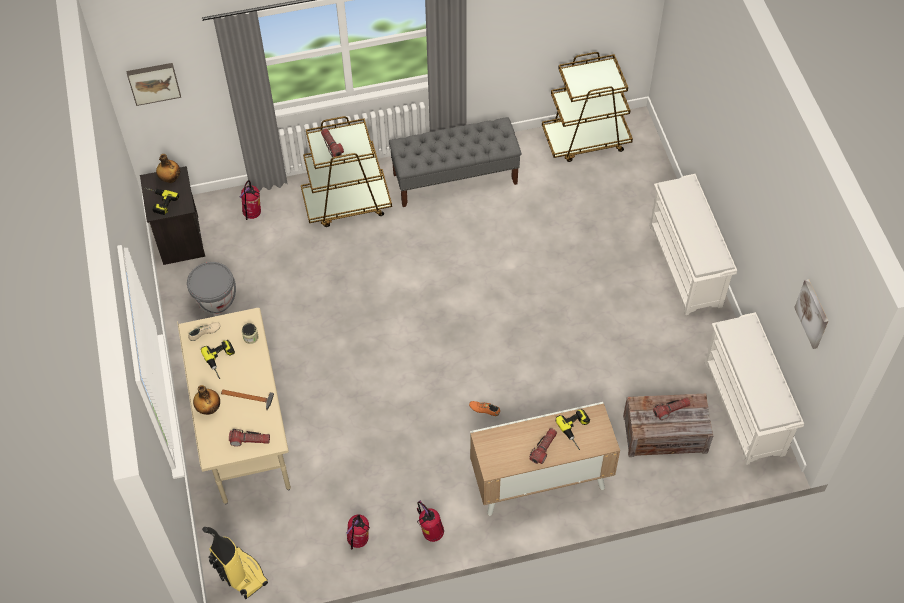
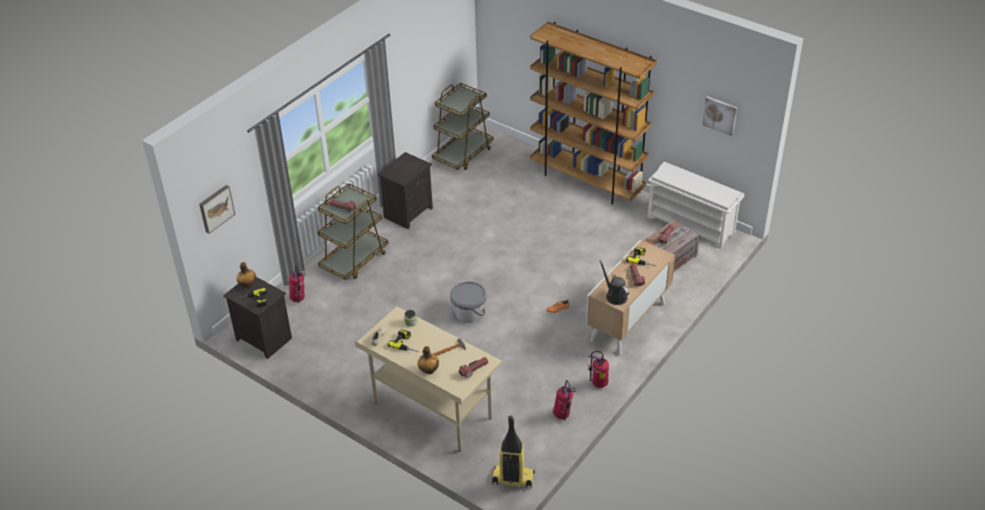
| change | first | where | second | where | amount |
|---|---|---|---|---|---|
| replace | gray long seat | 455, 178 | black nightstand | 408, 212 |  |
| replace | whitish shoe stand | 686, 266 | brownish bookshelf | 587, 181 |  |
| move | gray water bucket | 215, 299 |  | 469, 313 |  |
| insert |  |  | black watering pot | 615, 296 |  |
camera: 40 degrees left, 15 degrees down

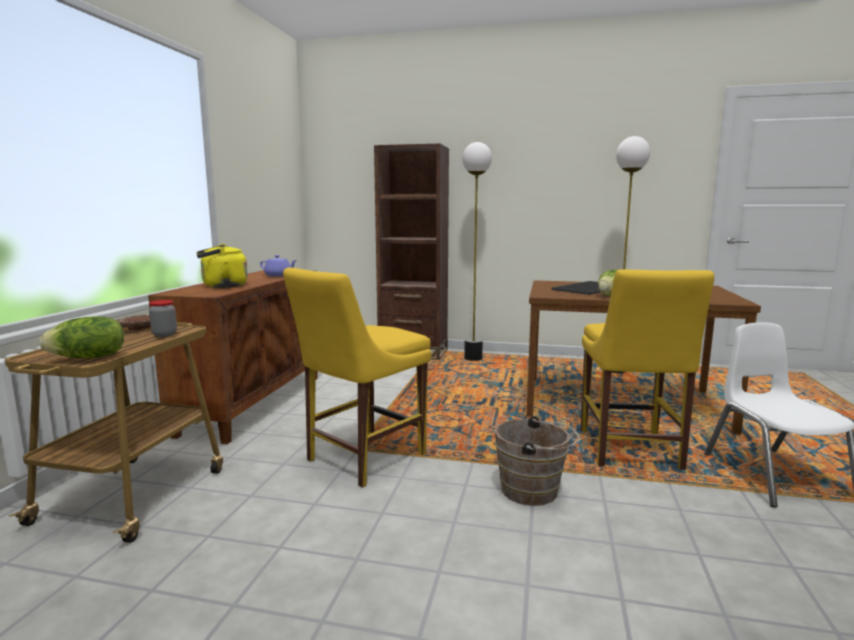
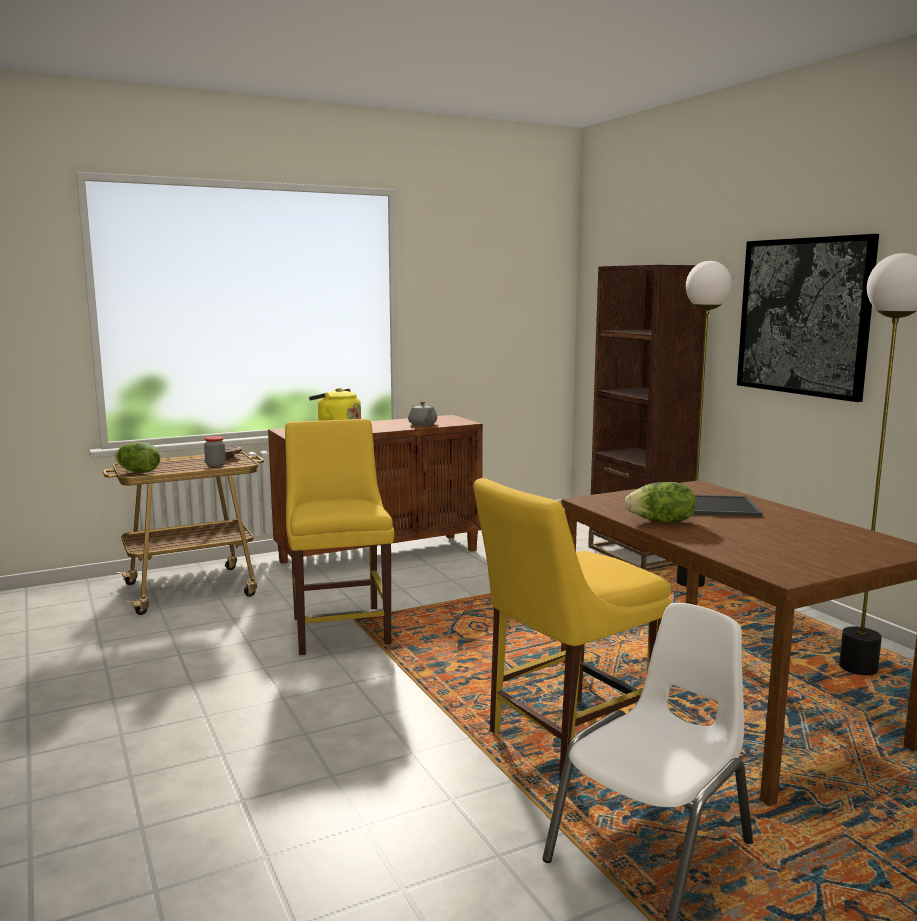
| change | first | where | second | where | amount |
|---|---|---|---|---|---|
| recolor | purple-coloured tea pot | 278, 275 | gray tea pot | 423, 424 |  |
| rotate | yellow-coloured upright chair | 361, 459 |  | 340, 628 | 75 degrees clockwise |
| delete | brownish water bucket | 534, 492 |  |  |  |
| insert |  |  | picture | 803, 316 |  |
camera: 50 degrees right, 0 degrees up

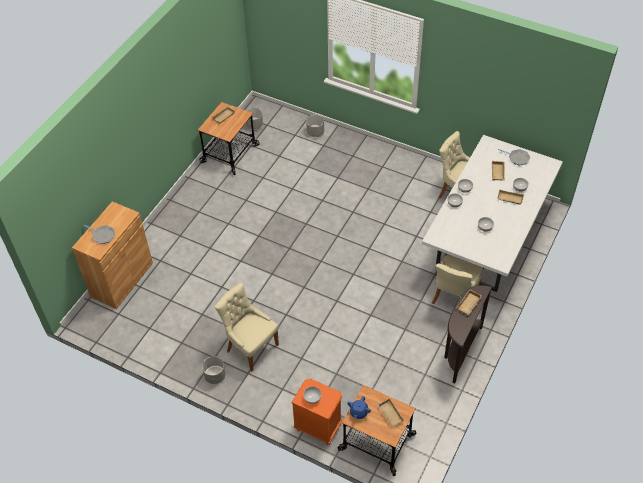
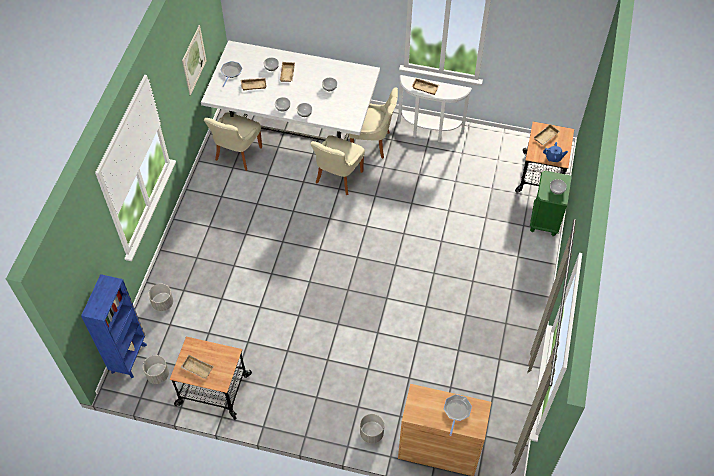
| change | first | where | second | where | amount |
|---|---|---|---|---|---|
| move | beige-coloured upright chair | 250, 347 |  | 338, 178 |  |
| recolor | brownish console table | 459, 351 | whitish console table | 429, 132 |  |
| move | gray planter | 215, 376 |  | 371, 433 |  |
| recolor | orange nightstand | 318, 427 | green-coloured nightstand | 545, 220 |  |
| insert |  |  | picture | 194, 60 |  |
| insert |  |  | blue-coloured bookshelf | 129, 357 |  |
camera: 105 degrees left, 5 degrees up

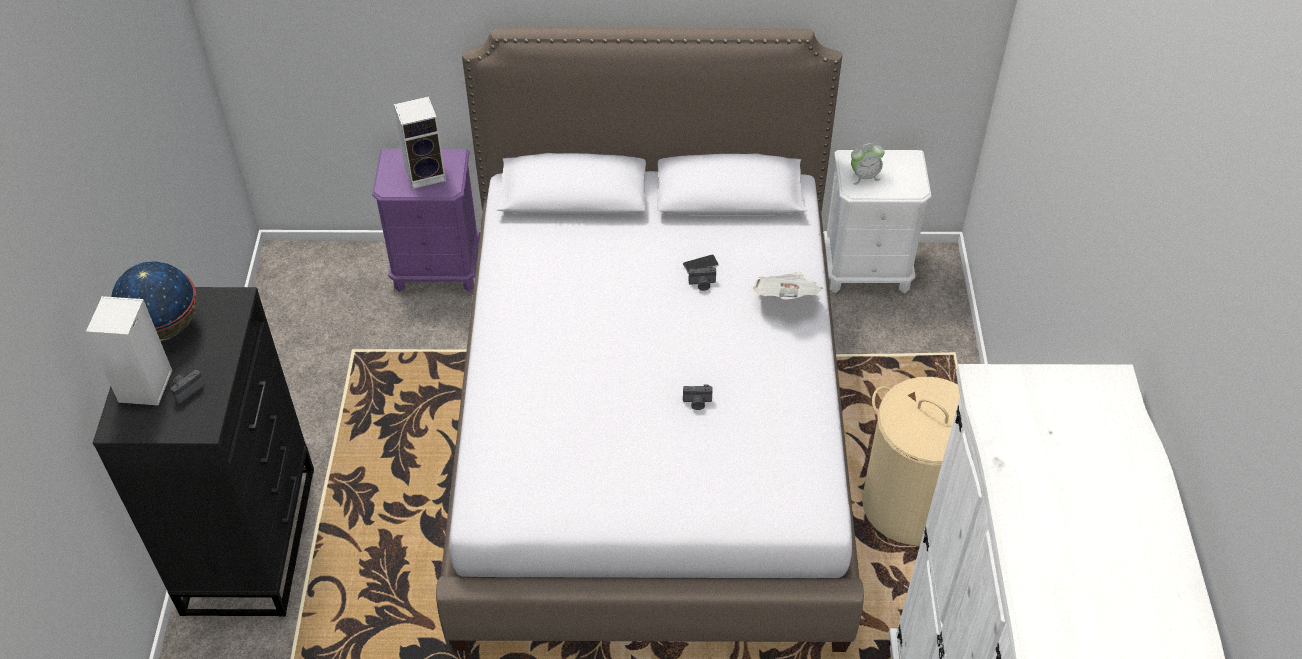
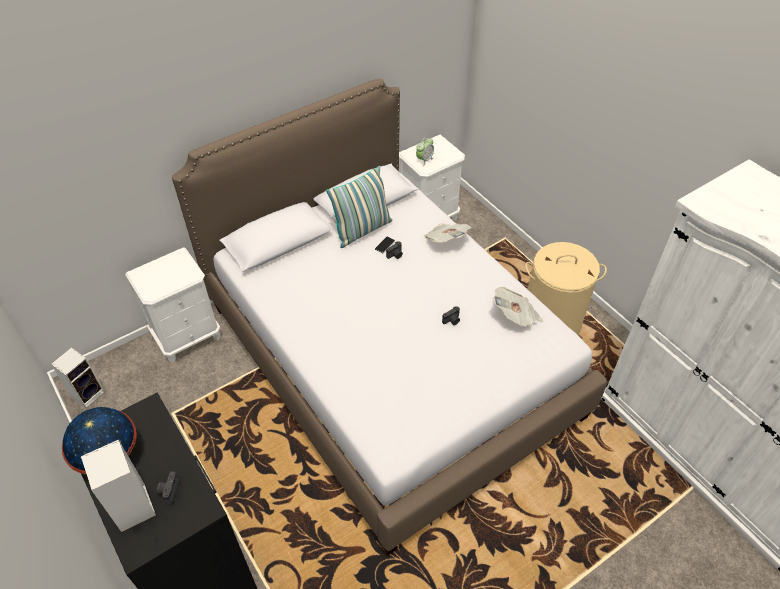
| change | first | where | second | where | amount |
|---|---|---|---|---|---|
| move | audio speaker | 427, 173 |  | 88, 393 |  |
| recolor | purple-coloured nightstand | 437, 269 | whitish nightstand | 187, 336 |  |
| insert |  |  | pillow | 362, 230 |  |
| insert |  |  | daily paper | 515, 316 |  |
camera: 35 degrees left, 0 degrees up

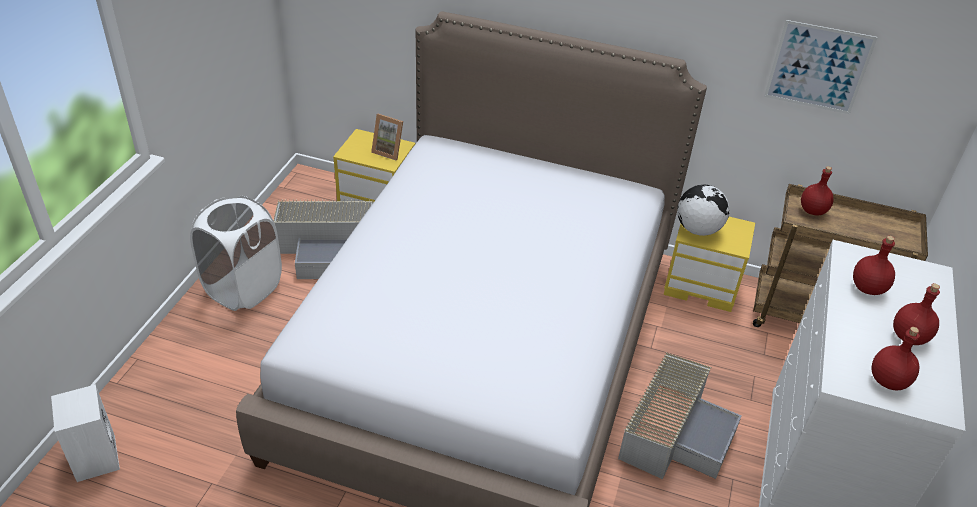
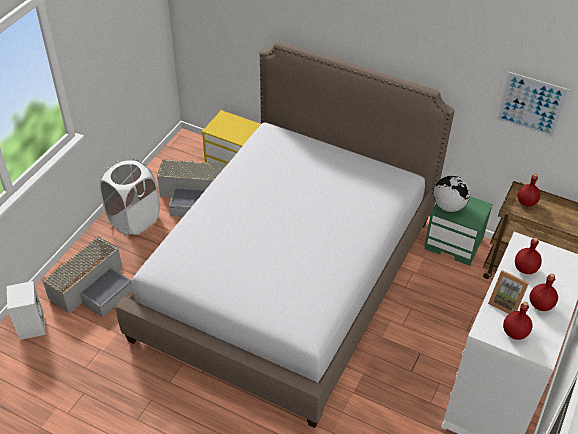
| change | first | where | second | where | amount |
|---|---|---|---|---|---|
| move | picture frame | 389, 151 |  | 505, 302 |  |
| recolor | yellow-coloured nightstand | 702, 285 | green-coloured nightstand | 454, 244 |  |
| move | gray storage bin | 675, 432 |  | 93, 287 |  |
camera: 10 degrees right, 5 degrees up

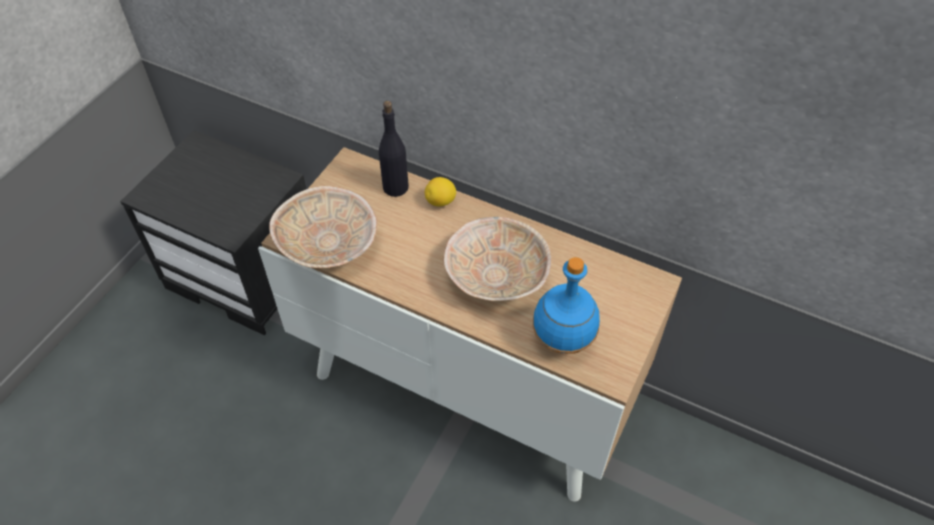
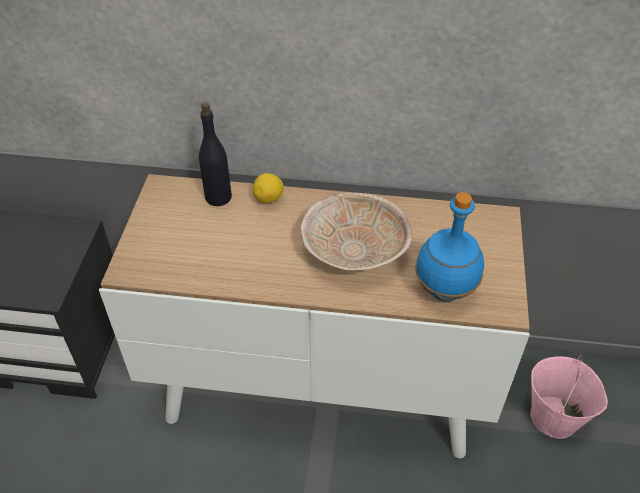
| change | first | where | second | where | amount |
|---|---|---|---|---|---|
| delete | beige-coloured serving bowl | 328, 244 |  |  |  |
| insert |  |  | pink water bucket | 554, 417 |  |
camera: 20 degrees left, 5 degrees down

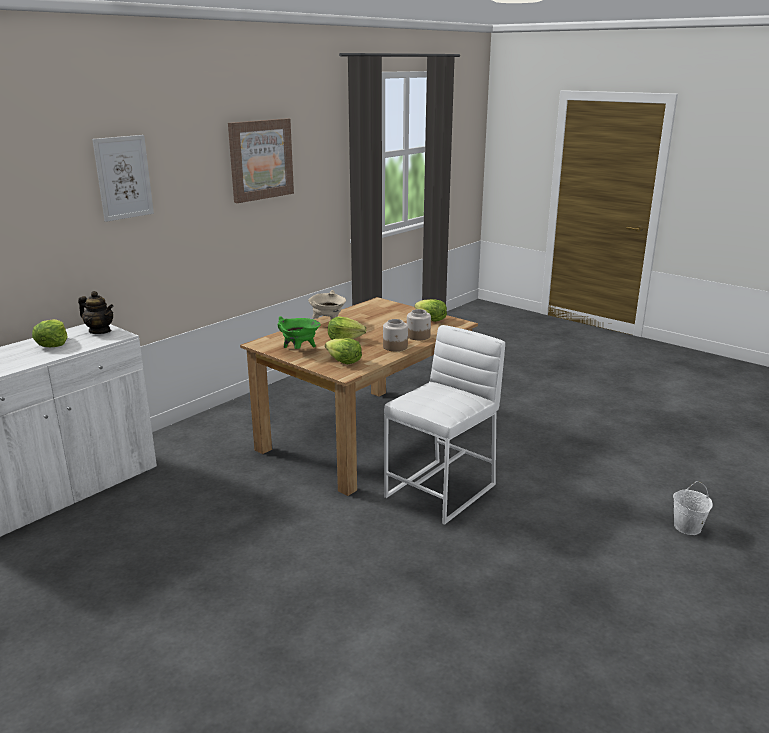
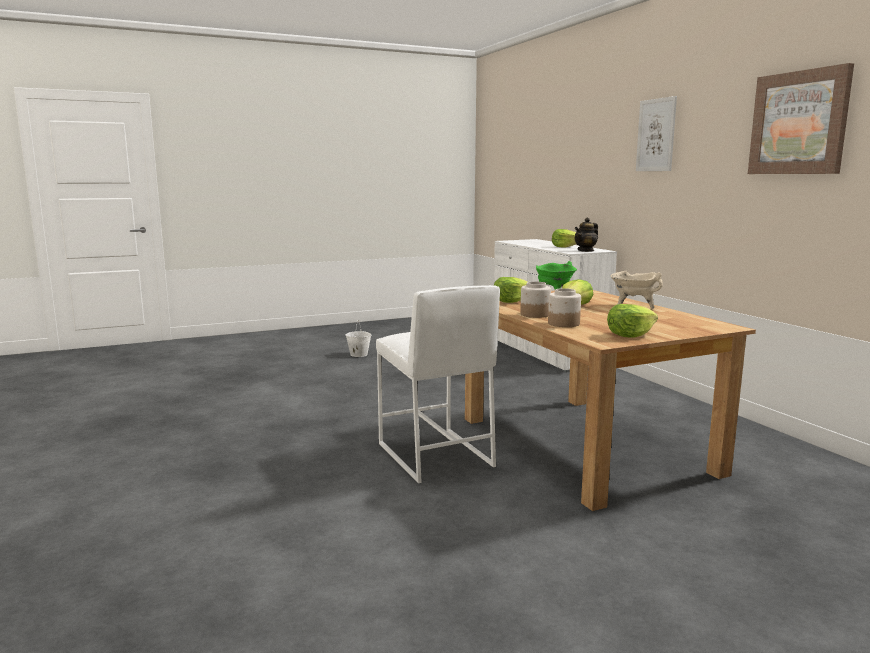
| change | first | where | second | where | amount |
|---|---|---|---|---|---|
| move | whitish water bucket | 687, 527 |  | 358, 354 |  |
camera: 115 degrees right, 10 degrees down

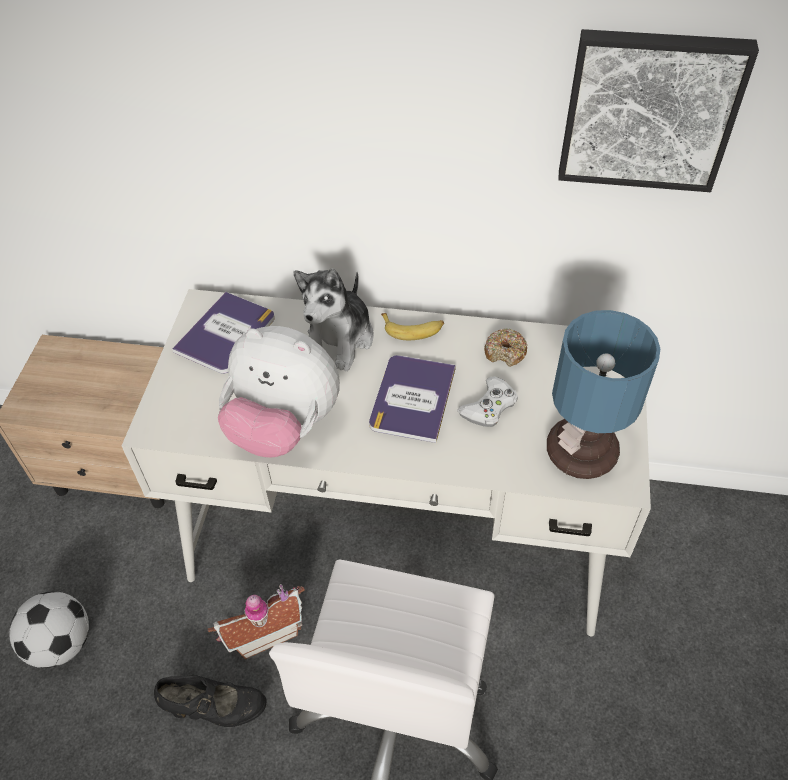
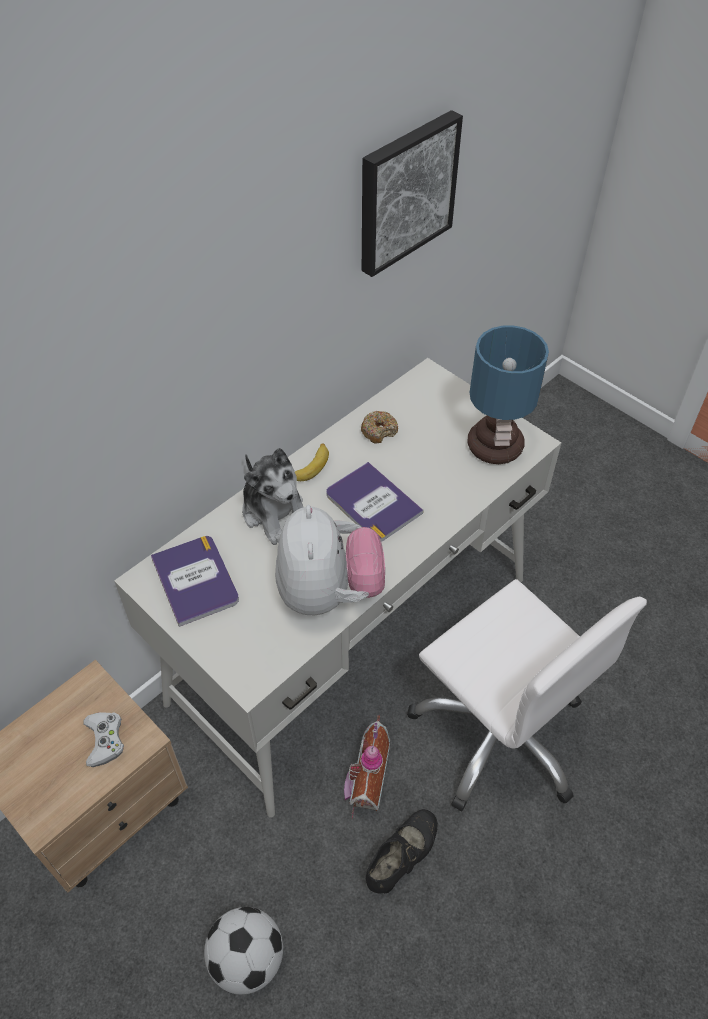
| change | first | where | second | where | amount |
|---|---|---|---|---|---|
| rotate | cuddly toy | 284, 426 |  | 328, 592 | 60 degrees counterclockwise |
| move | whitish game controller | 489, 407 |  | 105, 740 |  |
camera: 55 degrees left, 0 degrees up

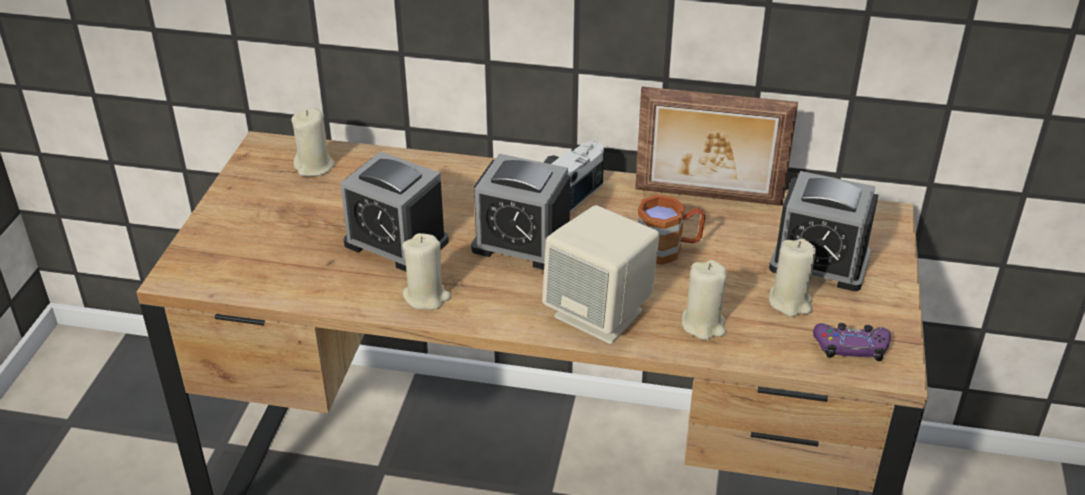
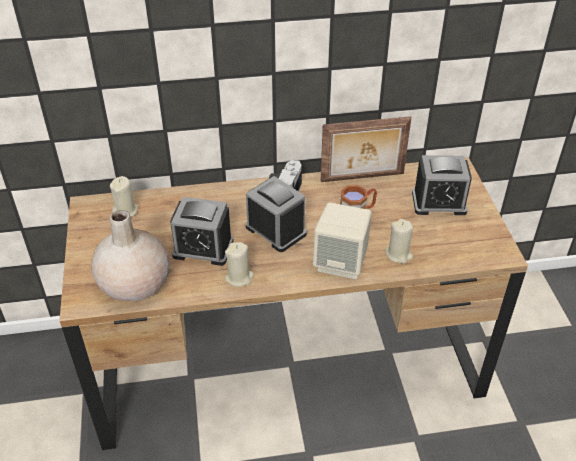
| change | first | where | second | where | amount |
|---|---|---|---|---|---|
| rotate | table clock | 522, 243 |  | 276, 230 | 135 degrees counterclockwise |
| delete | beige-coloured candle | 790, 302 |  |  |  |
| delete | purple-coloured game controller | 850, 347 |  |  |  |
| insert |  |  | beige-coloured flower vase | 134, 285 |  |
camera: 20 degrees left, 5 degrees up

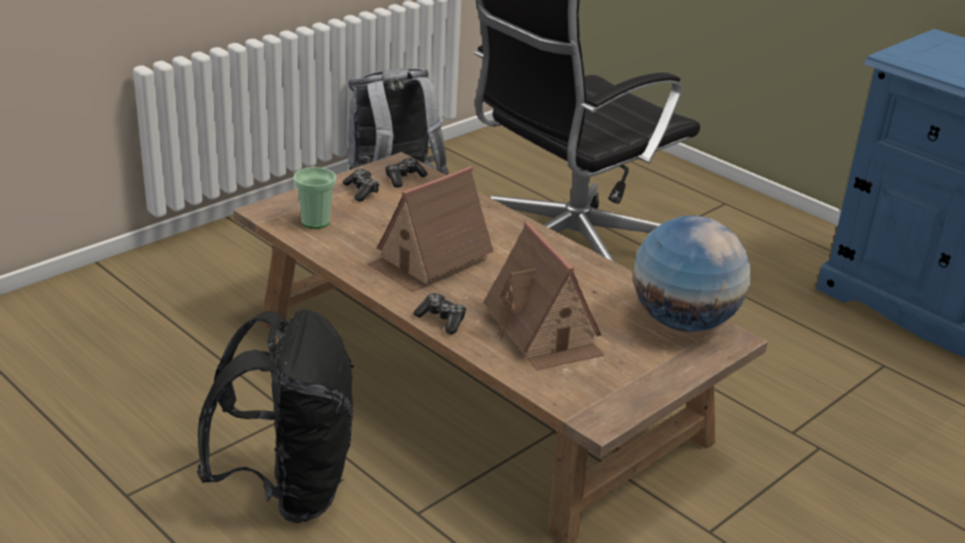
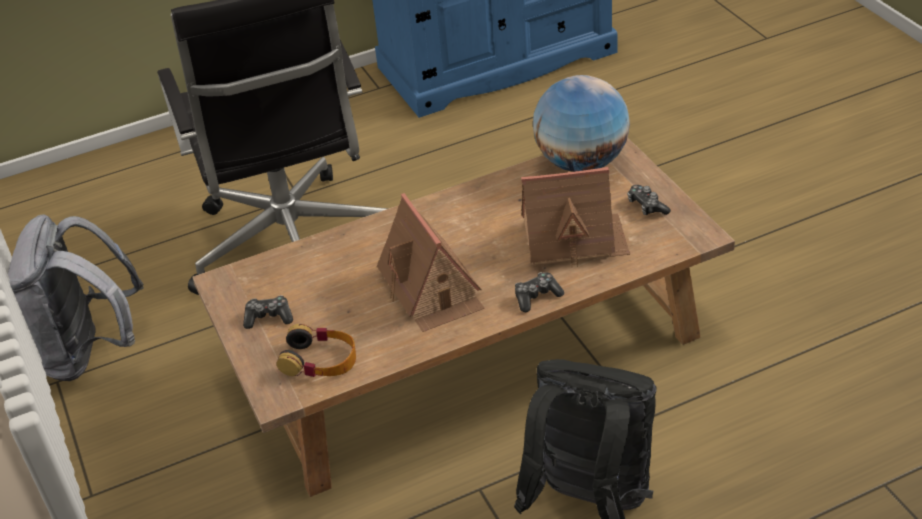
| change | first | where | second | where | amount |
|---|---|---|---|---|---|
| move | game controller | 404, 178 |  | 647, 206 |  |
| replace | cup | 315, 222 | headphones | 320, 360 |  |
camera: 65 degrees left, 10 degrees up

